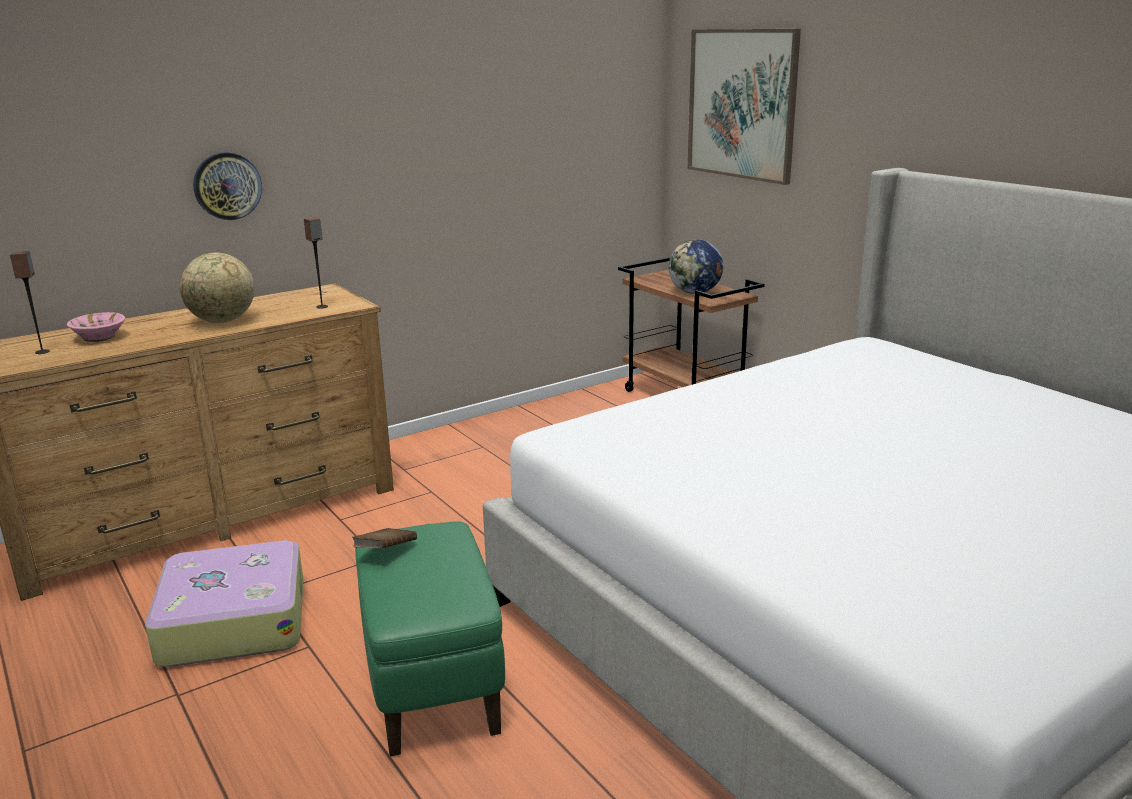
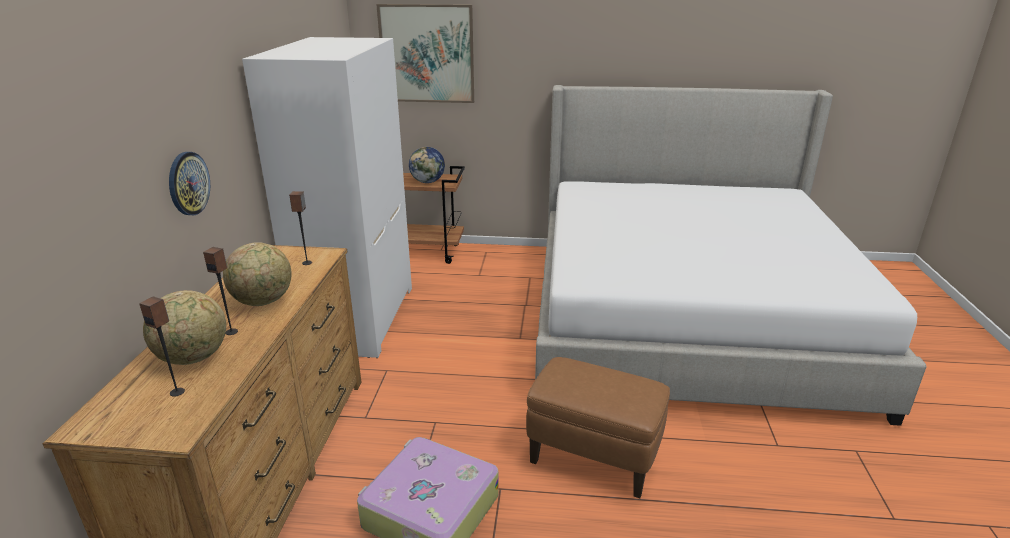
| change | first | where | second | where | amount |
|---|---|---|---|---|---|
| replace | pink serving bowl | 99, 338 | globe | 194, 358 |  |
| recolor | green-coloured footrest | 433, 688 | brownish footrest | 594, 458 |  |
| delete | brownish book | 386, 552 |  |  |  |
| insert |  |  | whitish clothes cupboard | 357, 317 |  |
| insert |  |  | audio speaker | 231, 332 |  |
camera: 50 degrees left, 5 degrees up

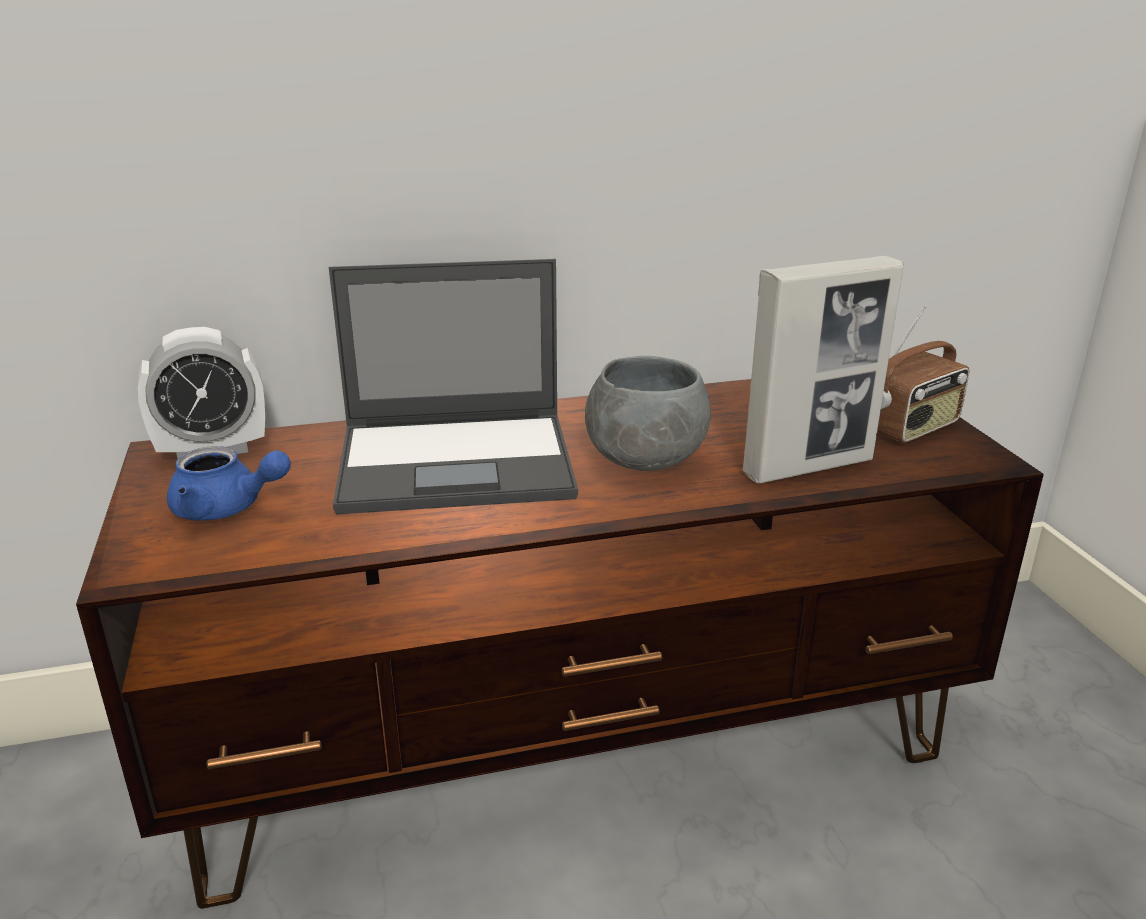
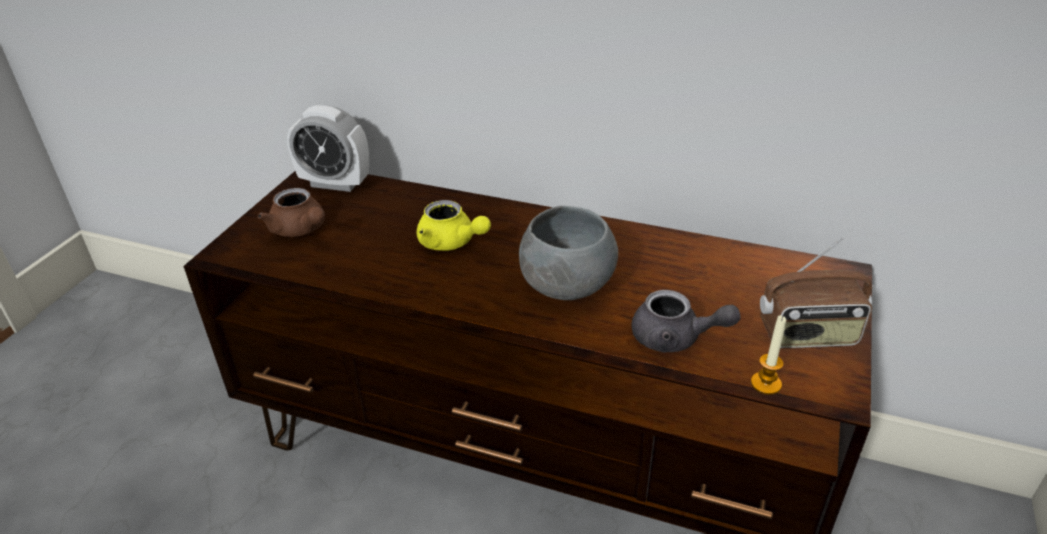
| change | first | where | second | where | amount |
|---|---|---|---|---|---|
| replace | picture frame | 808, 467 | gray tea pot | 675, 339 |  |
| replace | notebook computer | 459, 462 | yellow-coloured tea pot | 451, 243 |  |
| recolor | blue-coloured tea pot | 227, 509 | brownish tea pot | 301, 230 |  |
| insert |  |  | candle | 766, 384 |  |
camera: 35 degrees right, 10 degrees up

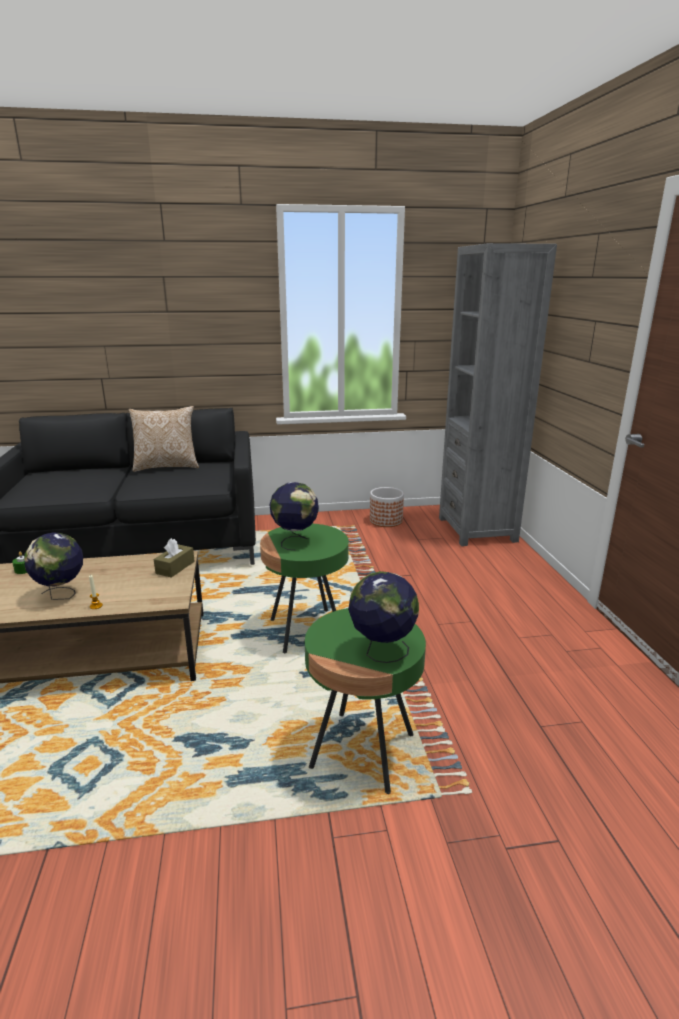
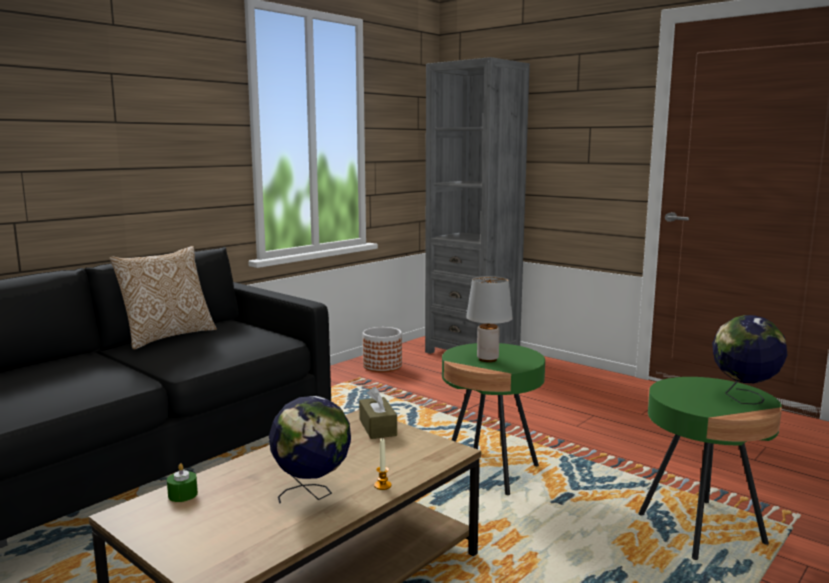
| change | first | where | second | where | amount |
|---|---|---|---|---|---|
| replace | globe | 295, 541 | gray lamp for a table | 487, 359 |  |
camera: 40 degrees left, 10 degrees down

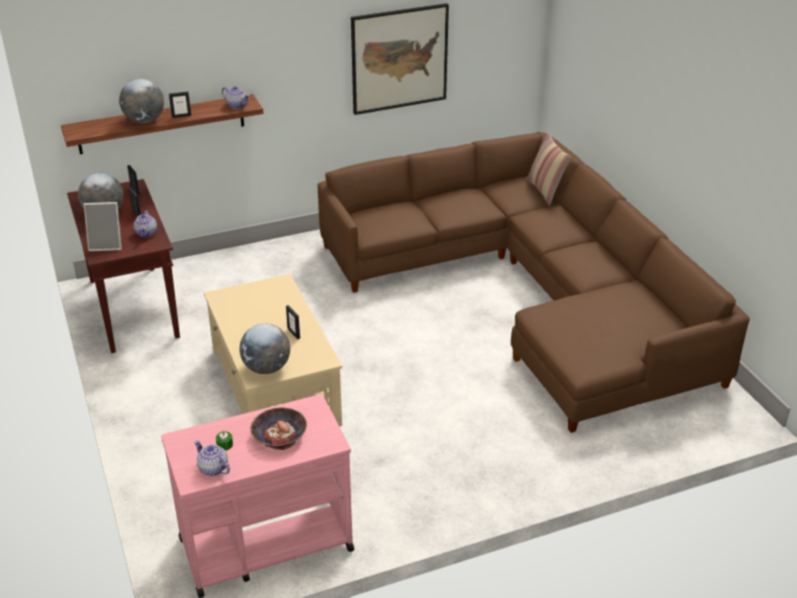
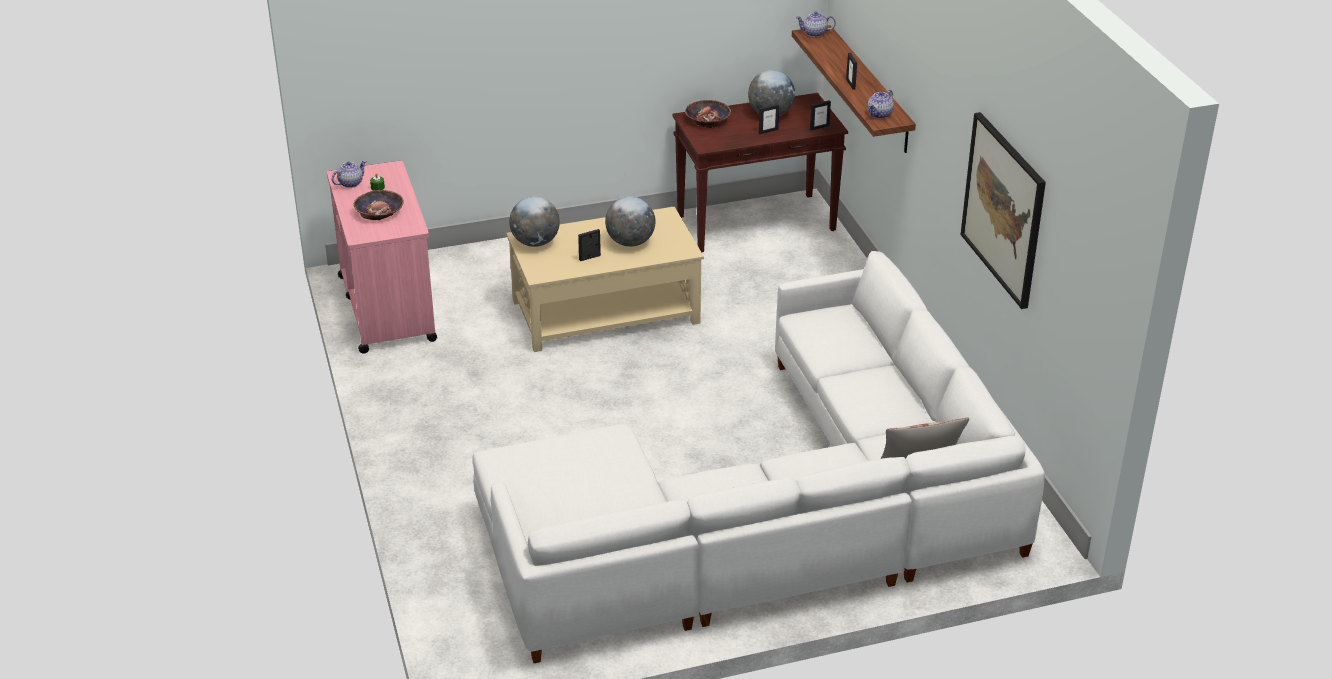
| change | first | where | second | where | amount |
|---|---|---|---|---|---|
| move | globe | 144, 121 |  | 630, 242 |  |
| recolor | brownish settee | 531, 292 | whitish settee | 770, 514 |  |
| replace | picture frame | 107, 244 | serving bowl | 707, 120 |  |
| move | tea pot | 146, 233 |  | 814, 33 |  |
camera: 95 degrees right, 0 degrees up

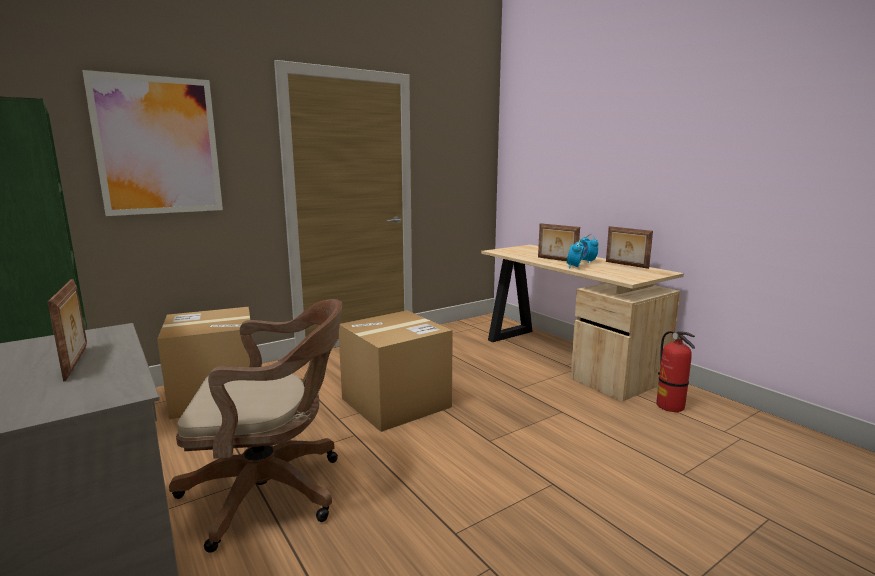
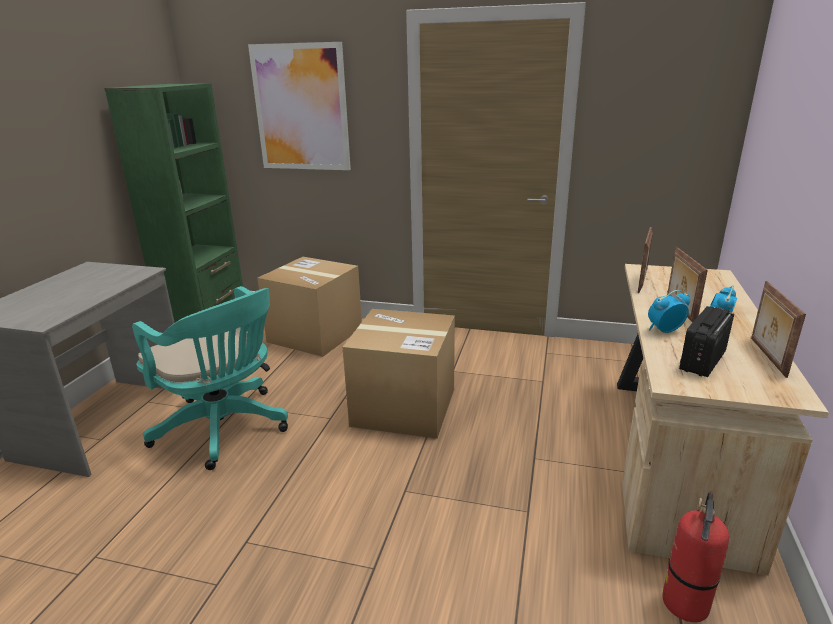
| change | first | where | second | where | amount |
|---|---|---|---|---|---|
| move | picture frame | 77, 362 |  | 642, 282 |  |
| recolor | brownish desk chair | 272, 491 | blue-green desk chair | 225, 429 |  |
| insert |  |  | radio set | 702, 361 |  |
camera: 50 degrees right, 10 degrees up

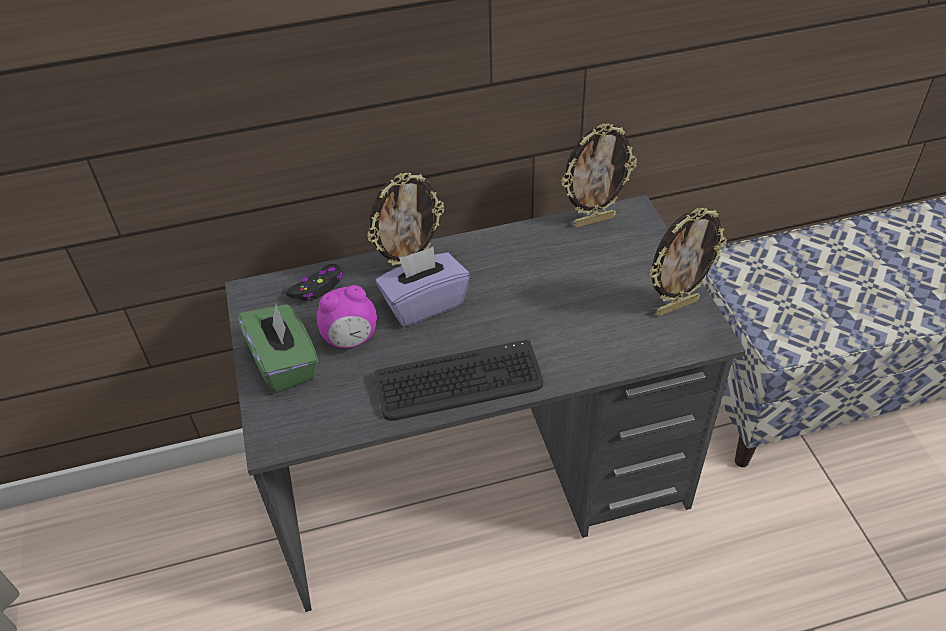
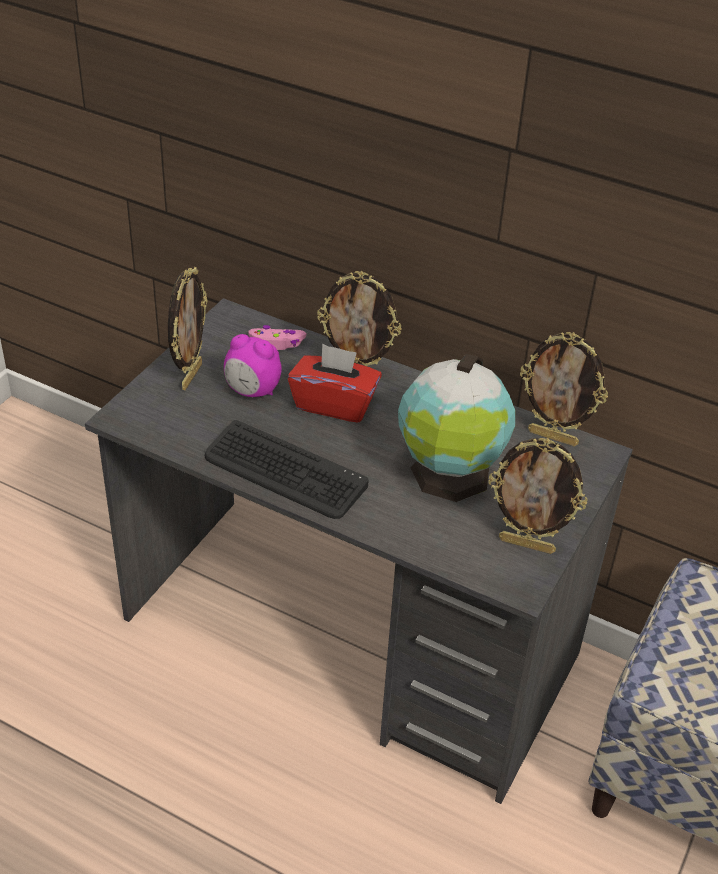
| change | first | where | second | where | amount |
|---|---|---|---|---|---|
| recolor | purple-coloured tissue holder | 424, 303 | red-coloured tissue holder | 334, 404 |  |
| recolor | black game controller | 318, 288 | pink game controller | 277, 343 |  |
| replace | green-coloured tissue holder | 284, 363 | picture frame | 190, 376 |  |
| insert |  |  | globe | 450, 476 |  |
camera: 40 degrees right, 5 degrees down

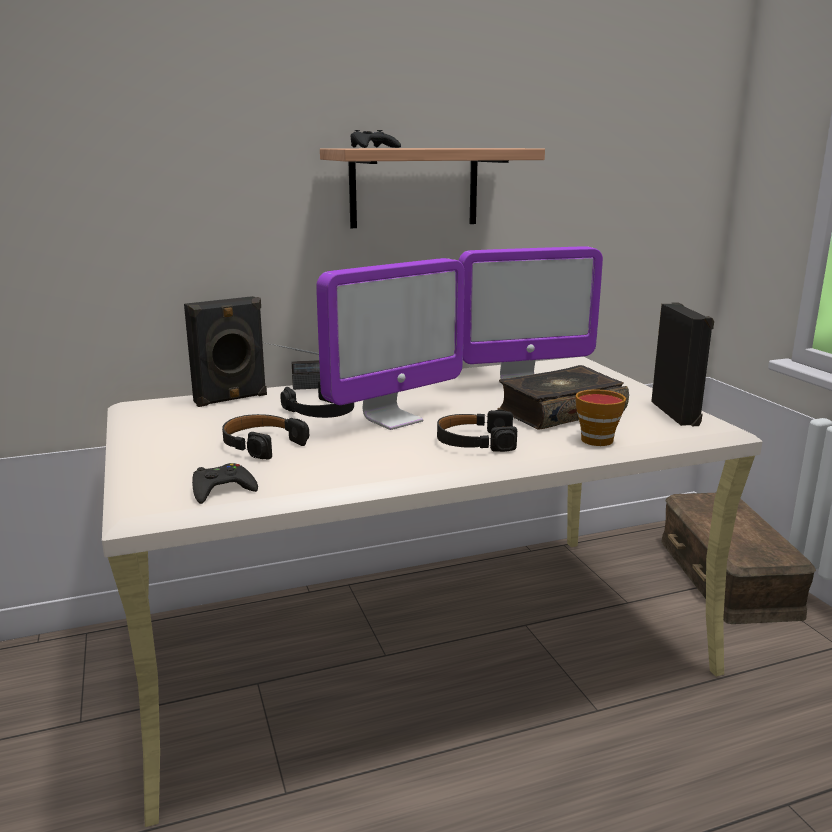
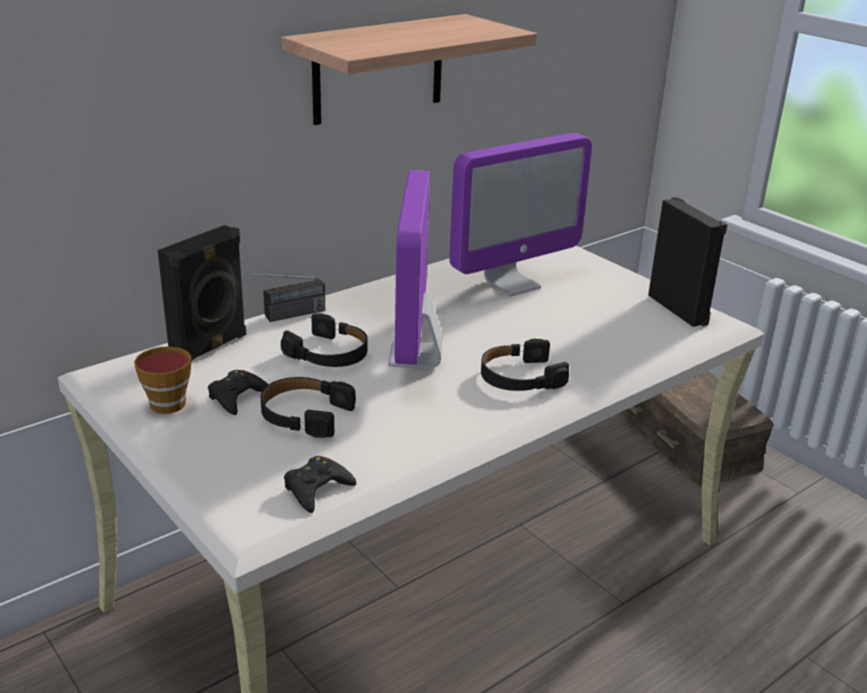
| change | first | where | second | where | amount |
|---|---|---|---|---|---|
| move | black game controller | 373, 147 |  | 237, 397 |  |
| rotate | monitor | 393, 420 |  | 415, 356 | 150 degrees clockwise |
| delete | book | 559, 412 |  |  |  |
| move | cup | 594, 439 |  | 165, 402 |  |
camera: 20 degrees left, 10 degrees up

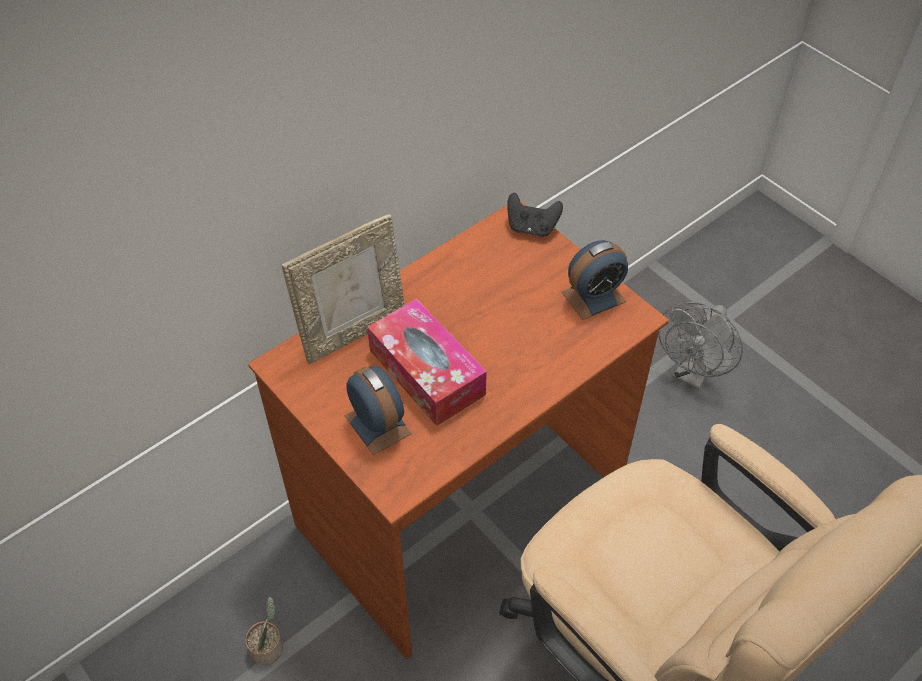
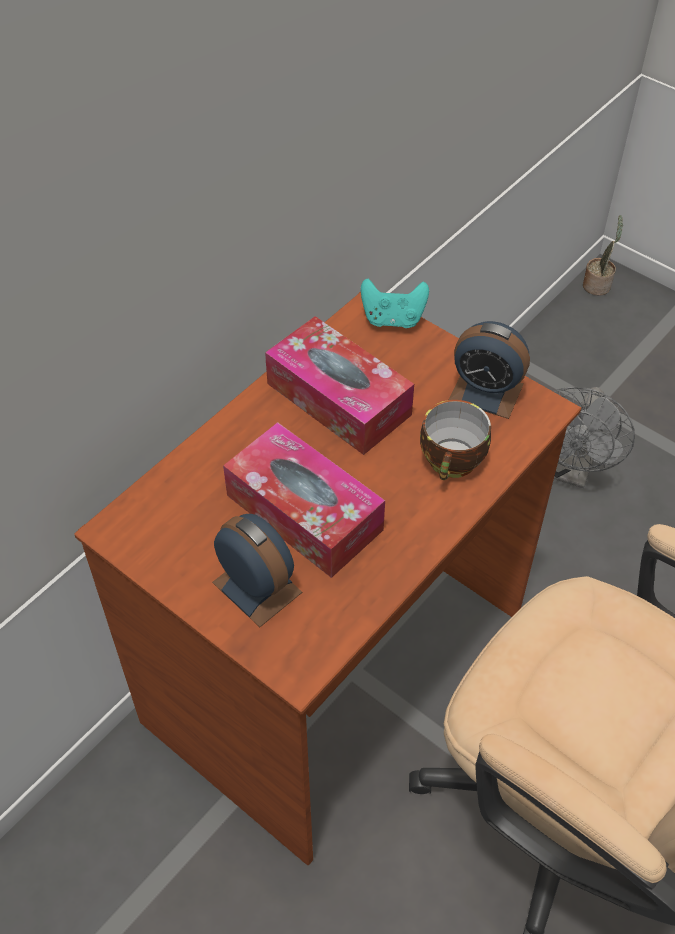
| change | first | where | second | where | amount |
|---|---|---|---|---|---|
| recolor | black game controller | 532, 227 | blue-green game controller | 393, 319 |  |
| delete | picture frame | 353, 332 |  |  |  |
| rotate | table clock | 593, 297 |  | 486, 392 | 60 degrees clockwise |
| move | houseplant | 269, 647 |  | 597, 285 |  |
| insert |  |  | tissue holder | 338, 399 |  |
| insert |  |  | cup | 453, 463 |  |
camera: 10 degrees left, 0 degrees up

